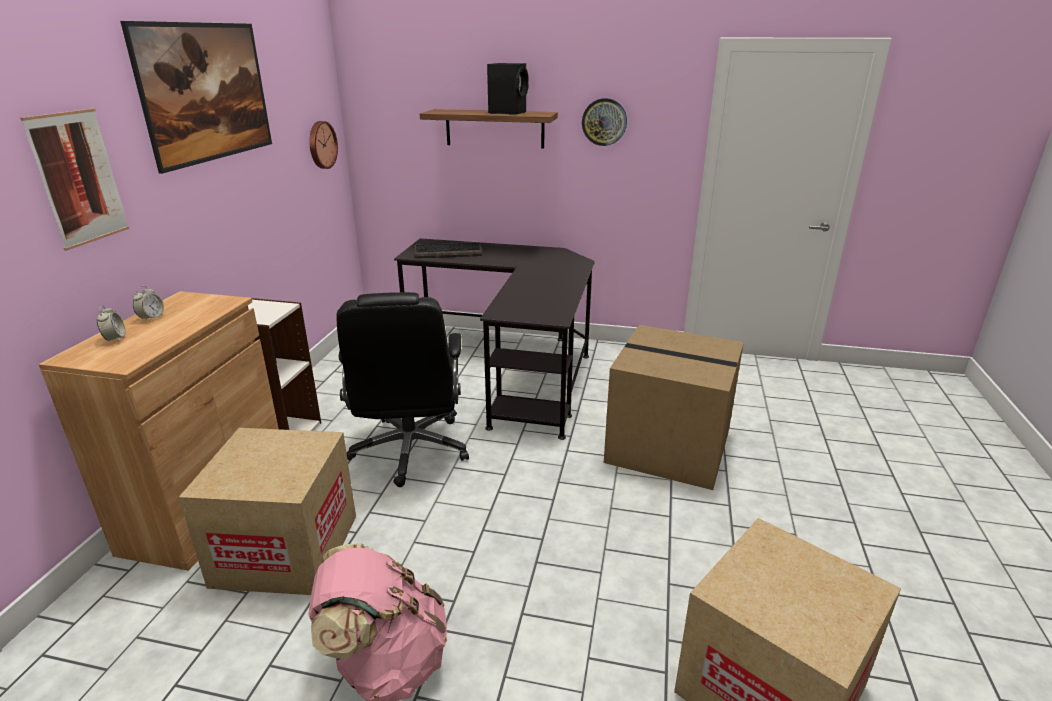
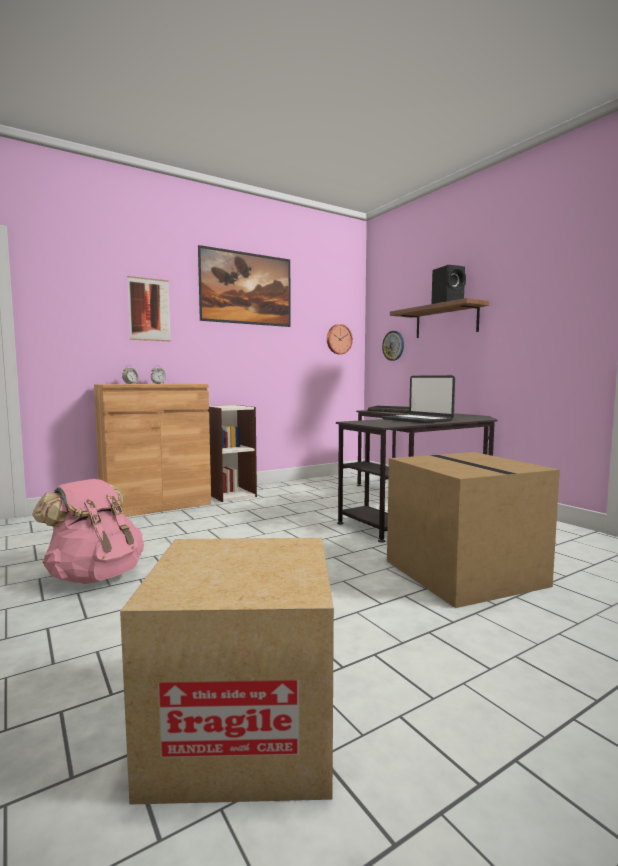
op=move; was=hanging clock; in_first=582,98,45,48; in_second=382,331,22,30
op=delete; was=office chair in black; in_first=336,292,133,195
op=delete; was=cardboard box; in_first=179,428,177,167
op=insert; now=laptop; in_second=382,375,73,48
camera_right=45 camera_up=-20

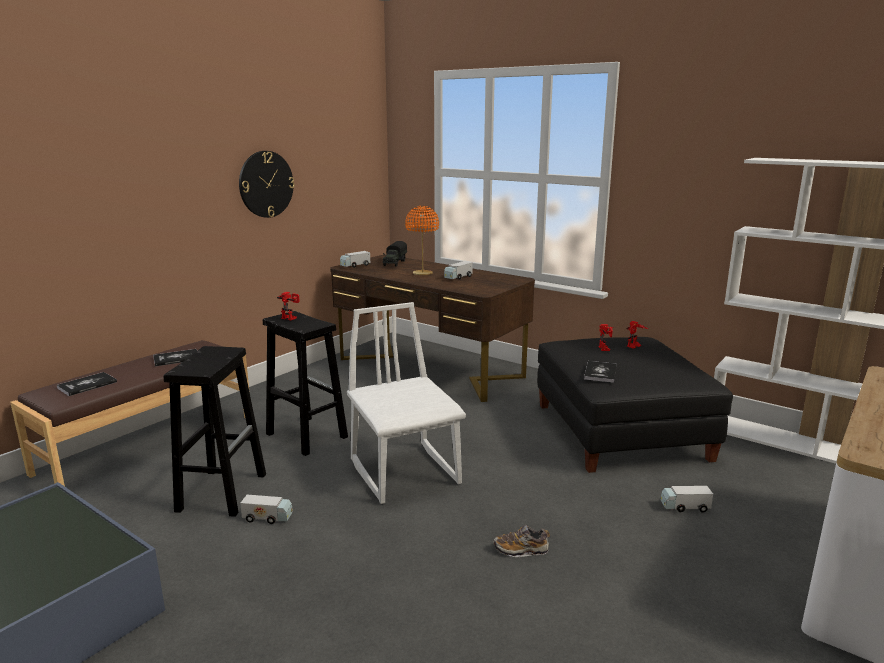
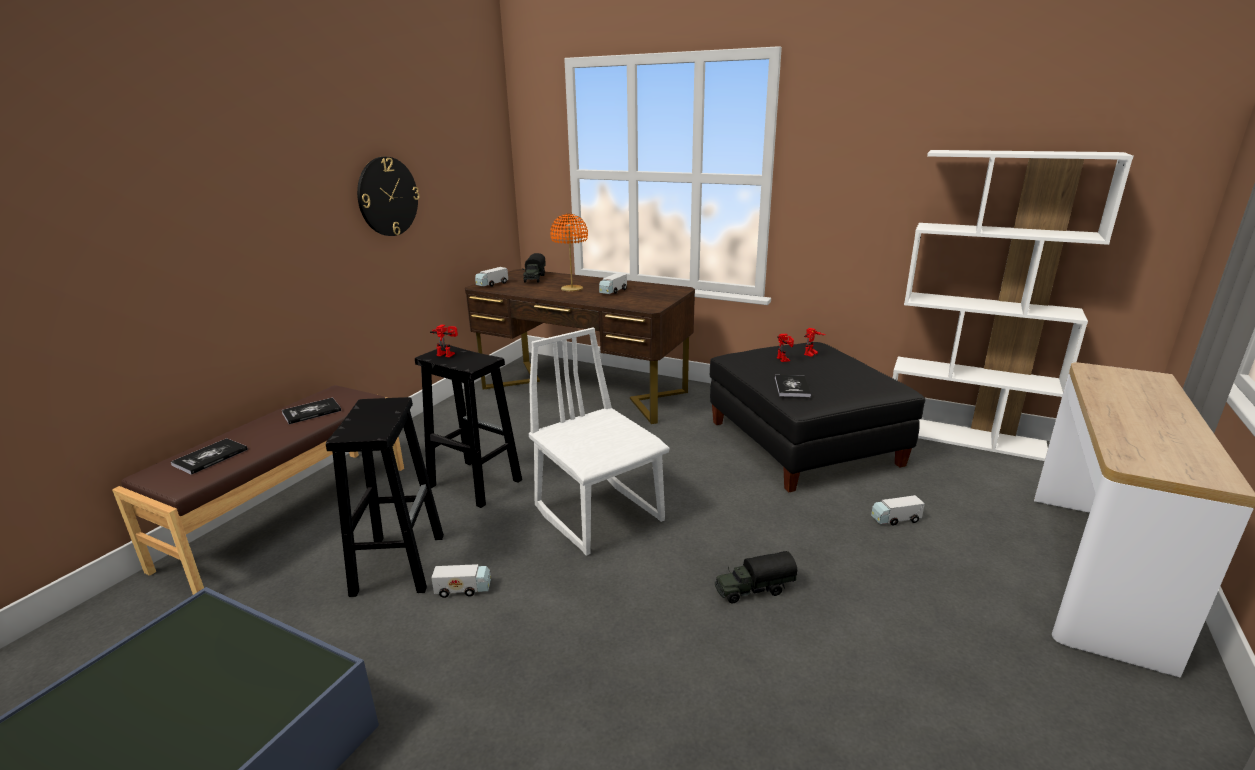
op=replace; was=low shoe; now=toy truck; in_first=493,525,57,32; in_second=715,551,82,52
camera_right=-10 camera_up=5

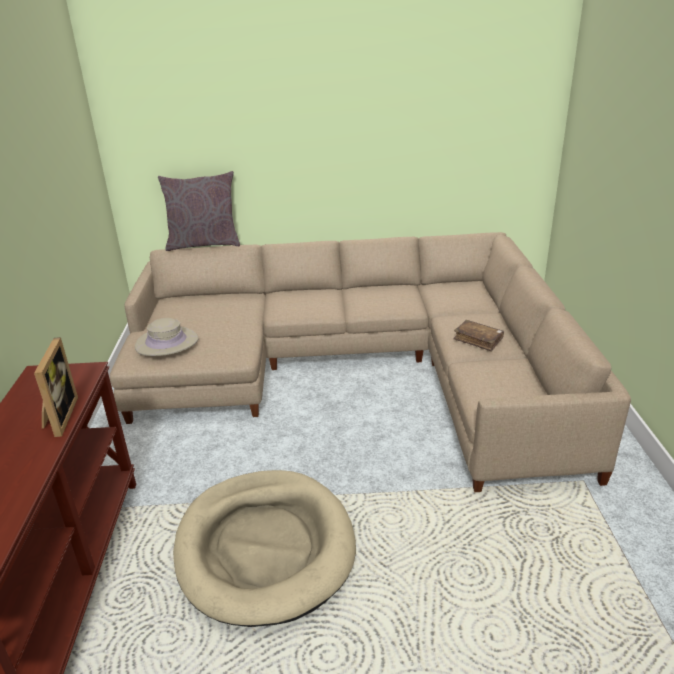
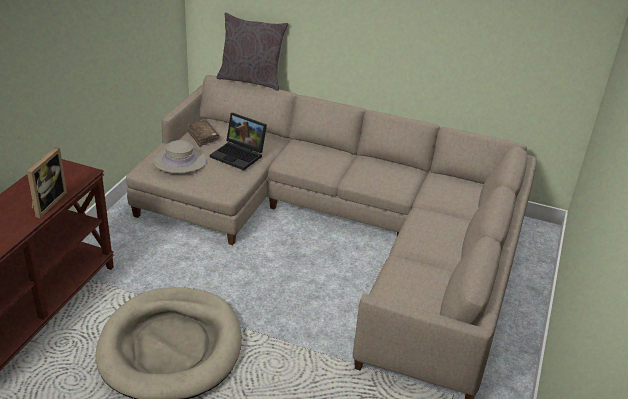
op=move; was=bound book in brown-coloured; in_first=453,320,51,32; in_second=187,120,33,27
op=insert; now=laptop; in_second=210,113,57,57
camera_right=20 camera_up=5

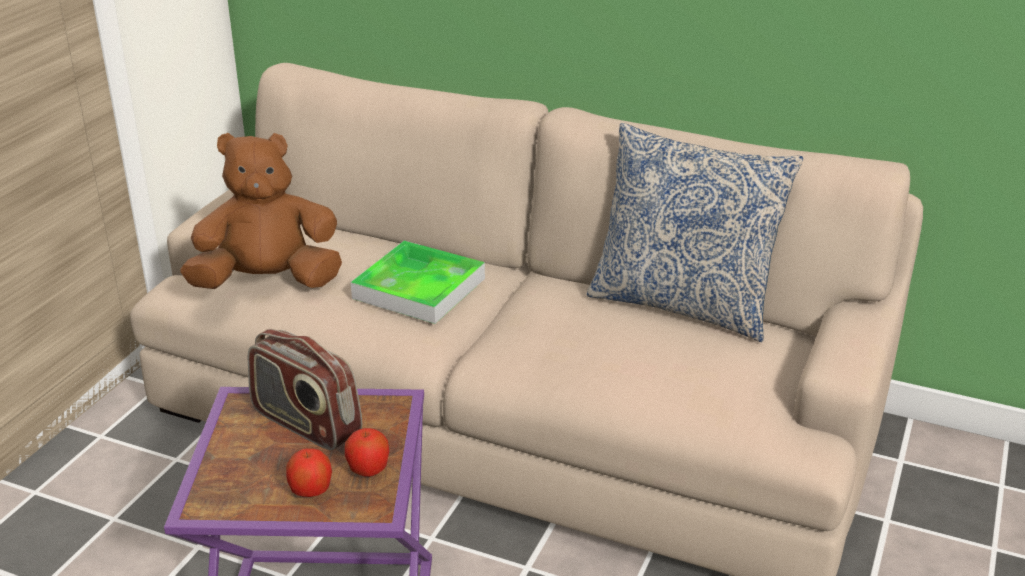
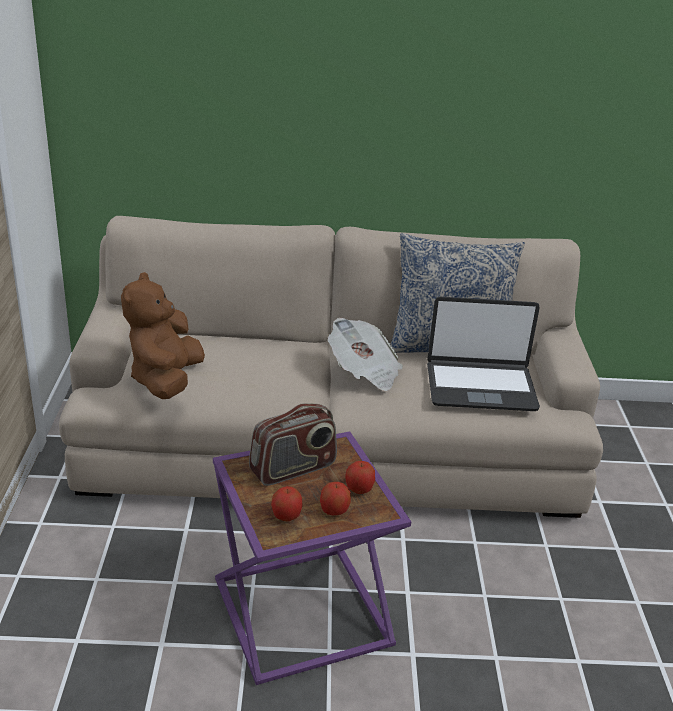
op=rotate; was=plush toy in brown-coloured; in_first=181,133,161,156; in_second=121,272,84,127; clockwise=-45
op=delete; was=tray; in_first=351,241,134,83
op=rotate; was=radio; in_first=248,329,114,122; in_second=249,403,88,83; clockwise=-45
op=insert; now=laptop; in_second=427,297,113,114
op=insert; now=daily paper; in_second=328,318,75,73
op=insert; now=apple; in_second=271,486,32,35
camera_right=-25 camera_up=0

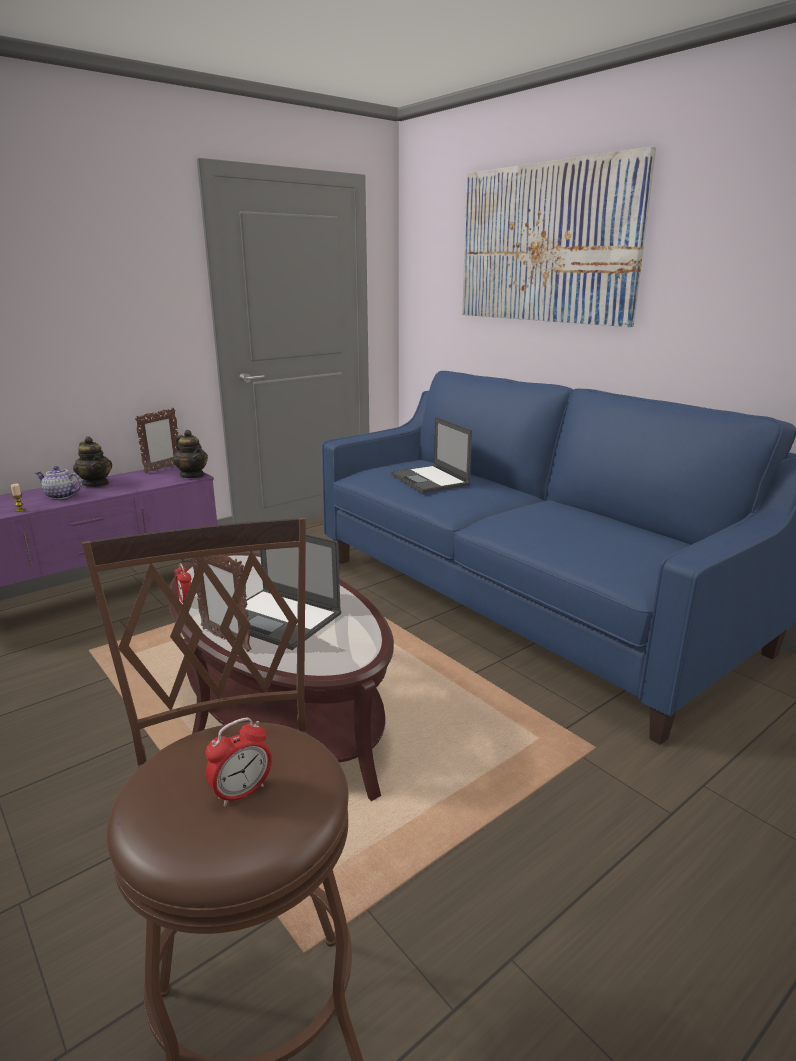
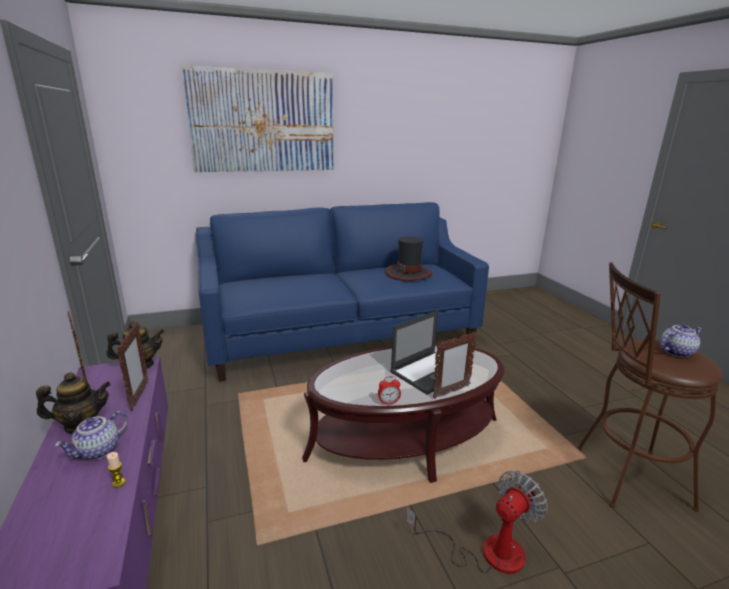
op=delete; was=laptop; in_first=390,417,82,76
op=replace; was=alarm clock; now=tea pot; in_first=205,718,67,88; in_second=661,324,41,34
op=insert; now=wearable hat; in_second=386,236,46,45
op=insert; now=standing frame; in_second=117,322,32,89
op=insert; now=cooling fan; in_second=406,471,142,103
camera_right=-70 camera_up=0

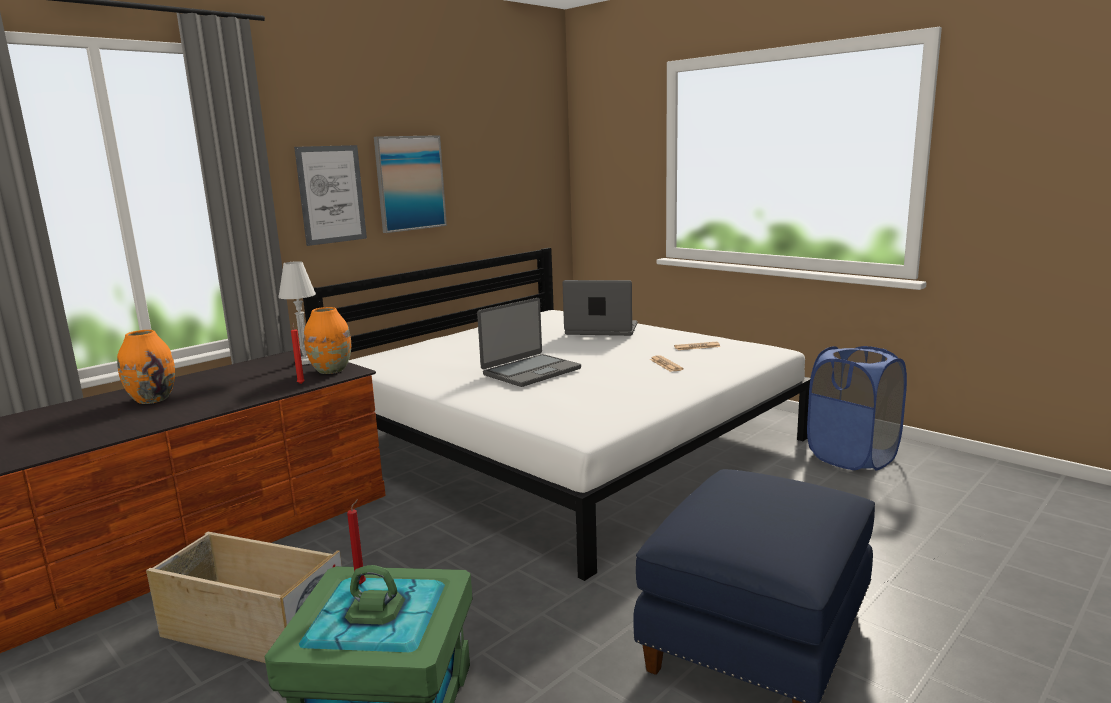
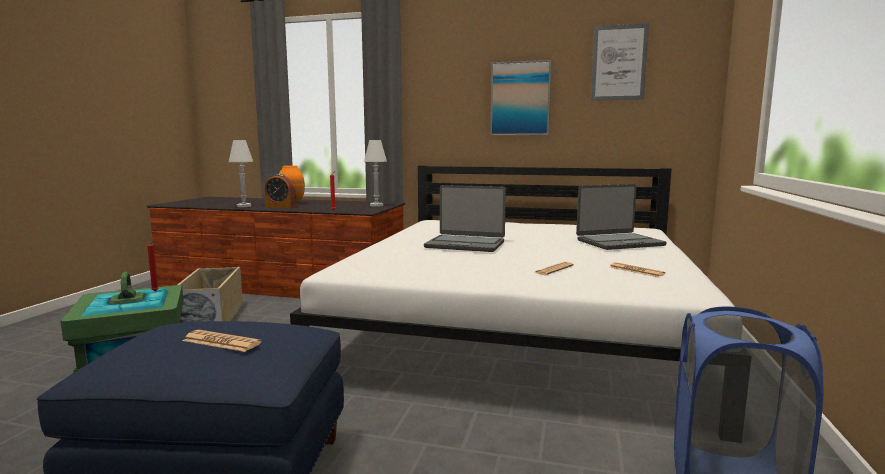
op=move; was=picture; in_first=294,145,73,101; in_second=591,23,58,78
op=rotate; was=laptop; in_first=563,280,74,56; in_second=576,184,91,66; clockwise=90
op=delete; was=flower vase in orange-coloured; in_first=304,307,47,67
op=insert; now=lamp for a table in whitish; in_second=229,140,24,67
op=insert; now=alarm clock; in_second=264,174,31,35
op=insert; now=daily paper; in_second=183,330,79,22
camera_right=60 camera_up=-5

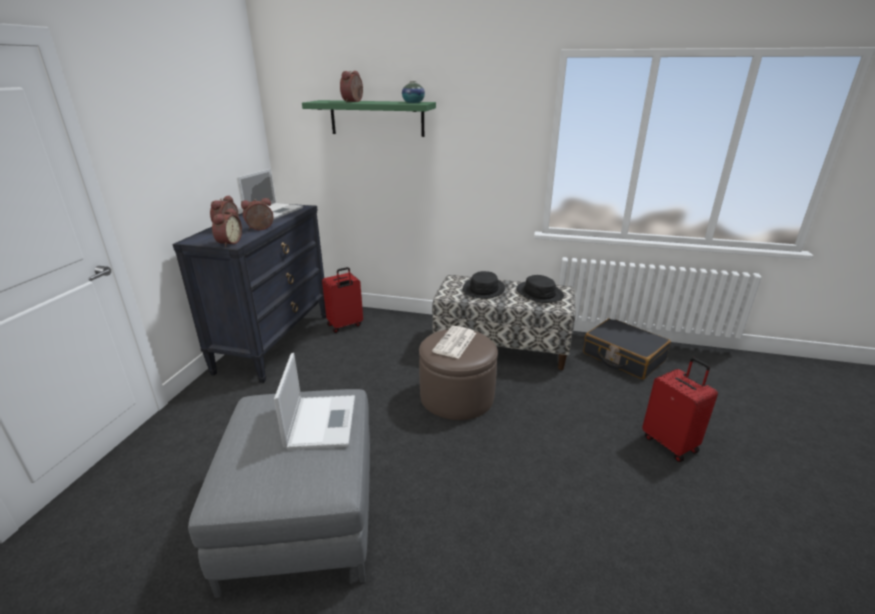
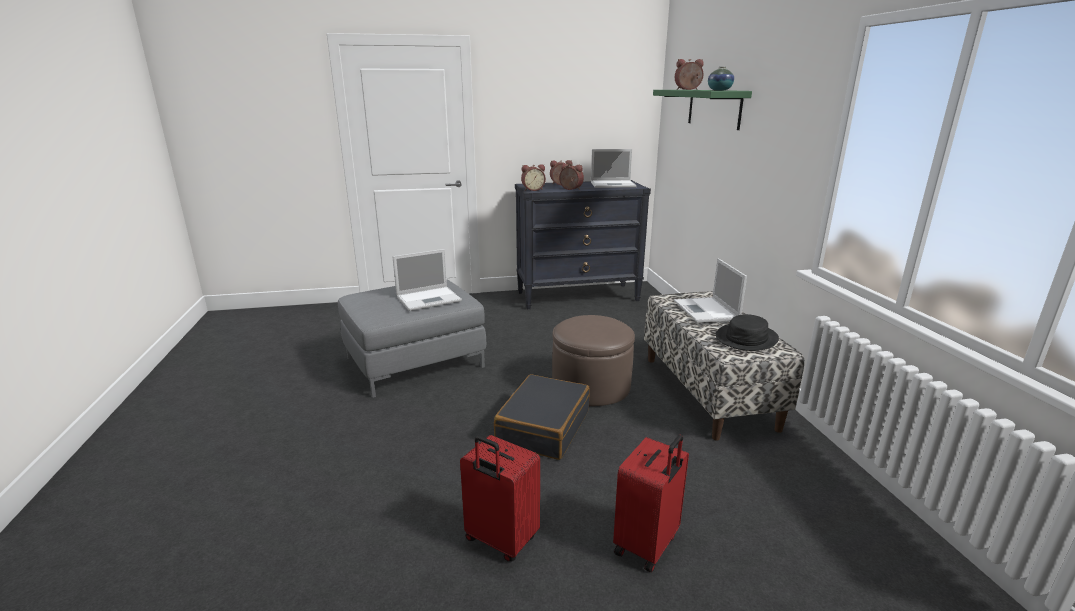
op=move; was=suitcase in red; in_first=322,267,41,66; in_second=460,435,80,127
op=replace; was=wearable hat in black; now=laptop; in_first=463,271,42,28; in_second=674,258,73,65
op=move; was=suitcase in black; in_first=583,318,88,62; in_second=494,374,96,86
op=delete; was=daily paper; in_first=432,326,44,33
camera_right=65 camera_up=-5

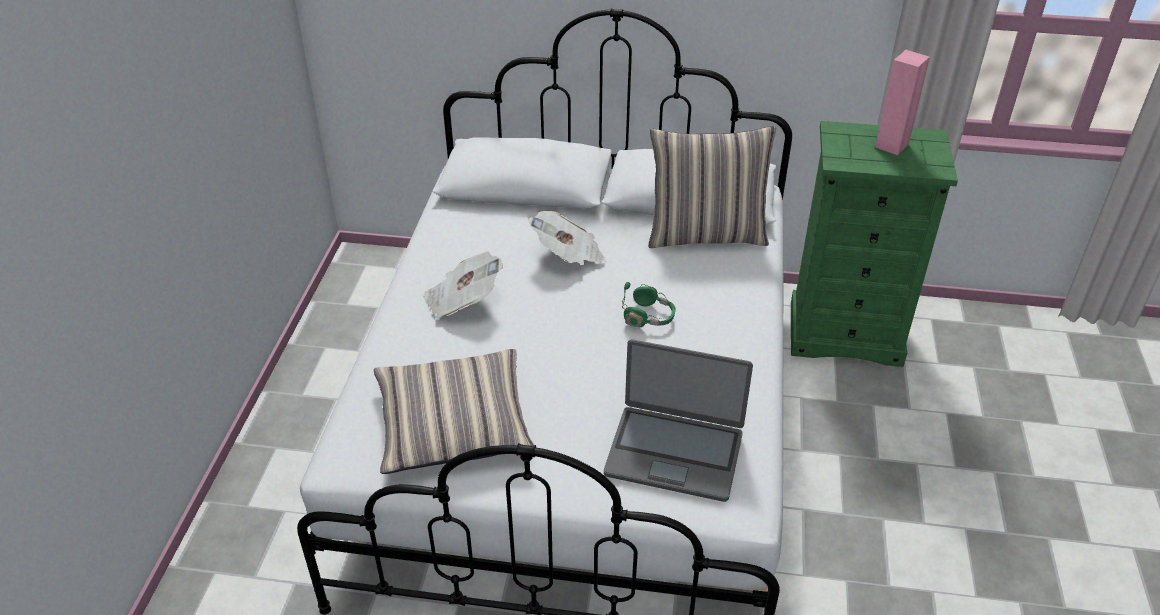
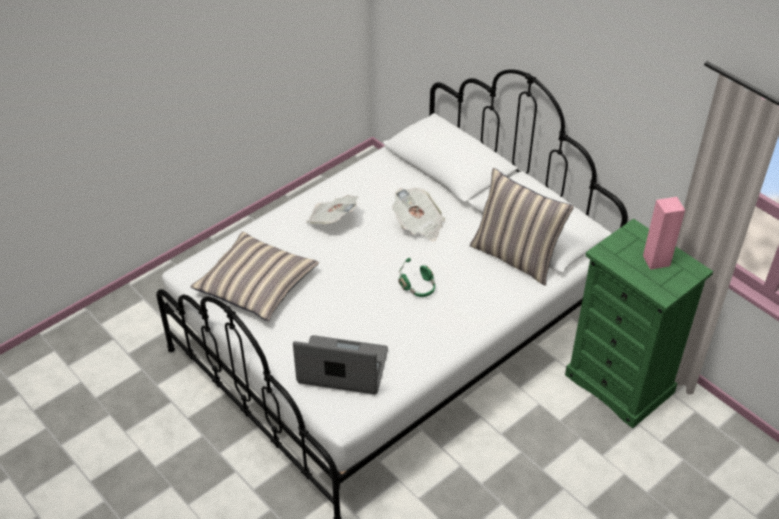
op=rotate; was=laptop; in_first=604,339,149,163; in_second=293,335,95,59; clockwise=135
camera_right=40 camera_up=5

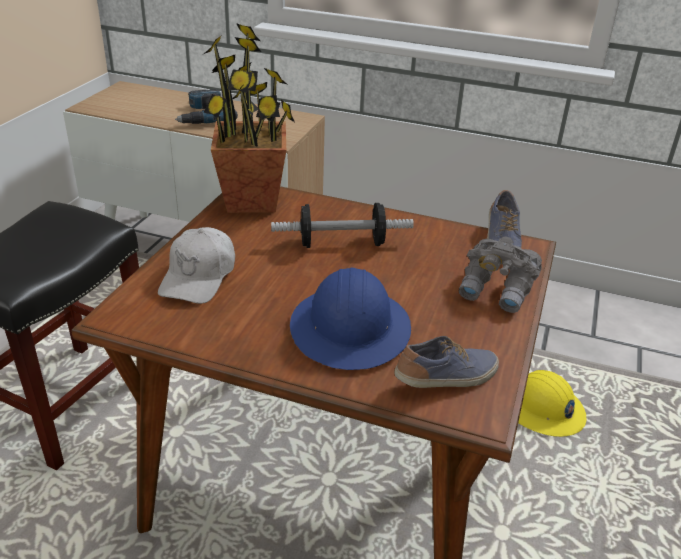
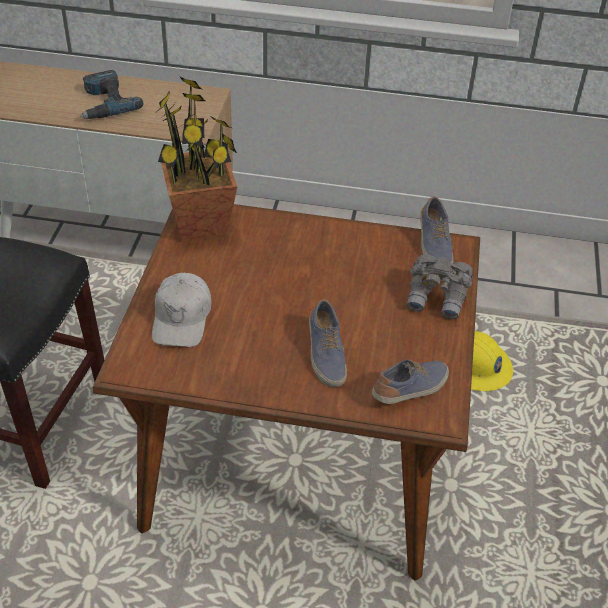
op=delete; was=free weight; in_first=271,203,143,45
op=replace; was=hard hat in blue; now=low shoe; in_first=290,268,121,102; in_second=309,299,38,88
camera_right=-10 camera_up=10

